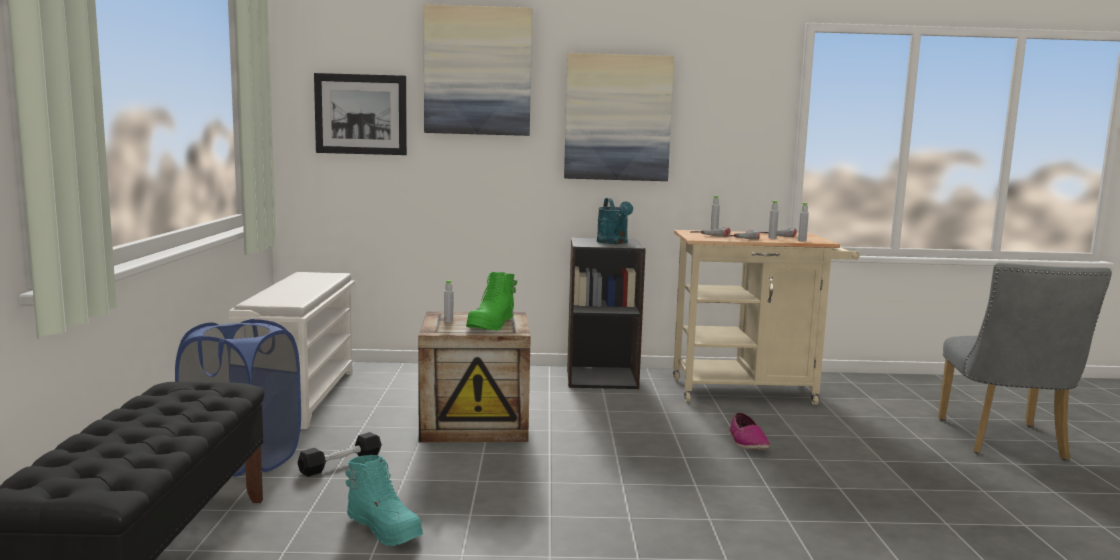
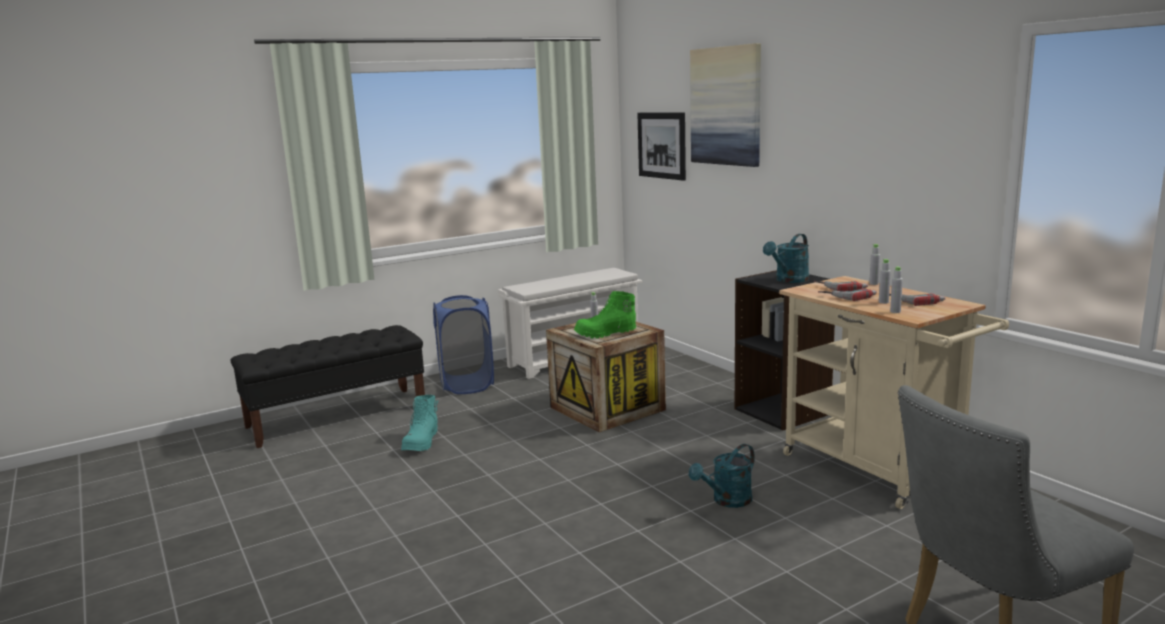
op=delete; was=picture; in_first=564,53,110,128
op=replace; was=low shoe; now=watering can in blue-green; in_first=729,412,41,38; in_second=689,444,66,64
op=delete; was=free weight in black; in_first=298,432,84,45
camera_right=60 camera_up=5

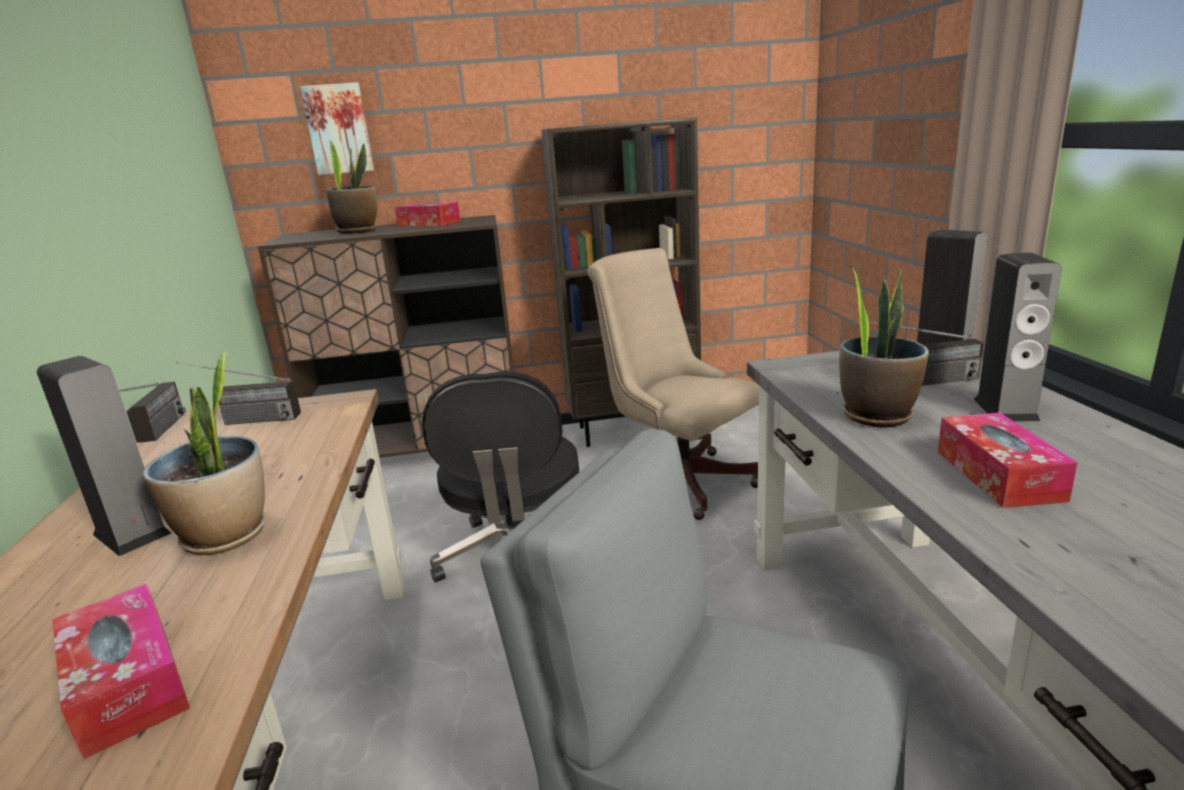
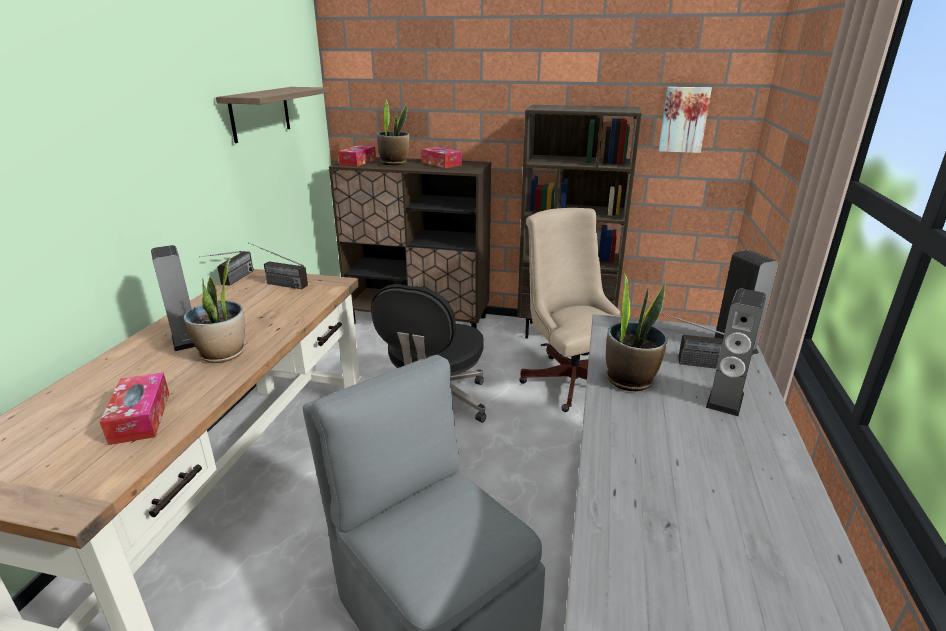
op=move; was=picture; in_first=300,82,74,93; in_second=659,87,53,66
op=move; was=box of tissues; in_first=938,413,140,95; in_second=338,145,38,22
op=insert; now=shelf; in_second=216,87,112,56
camera_right=20 camera_up=5

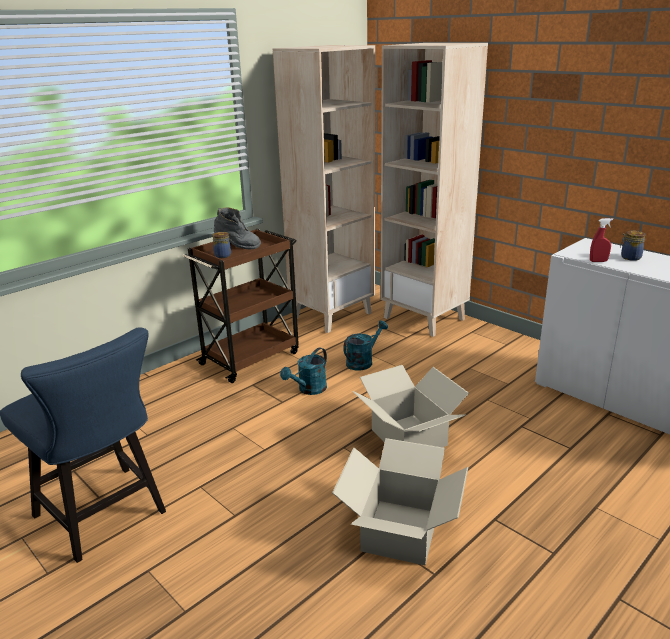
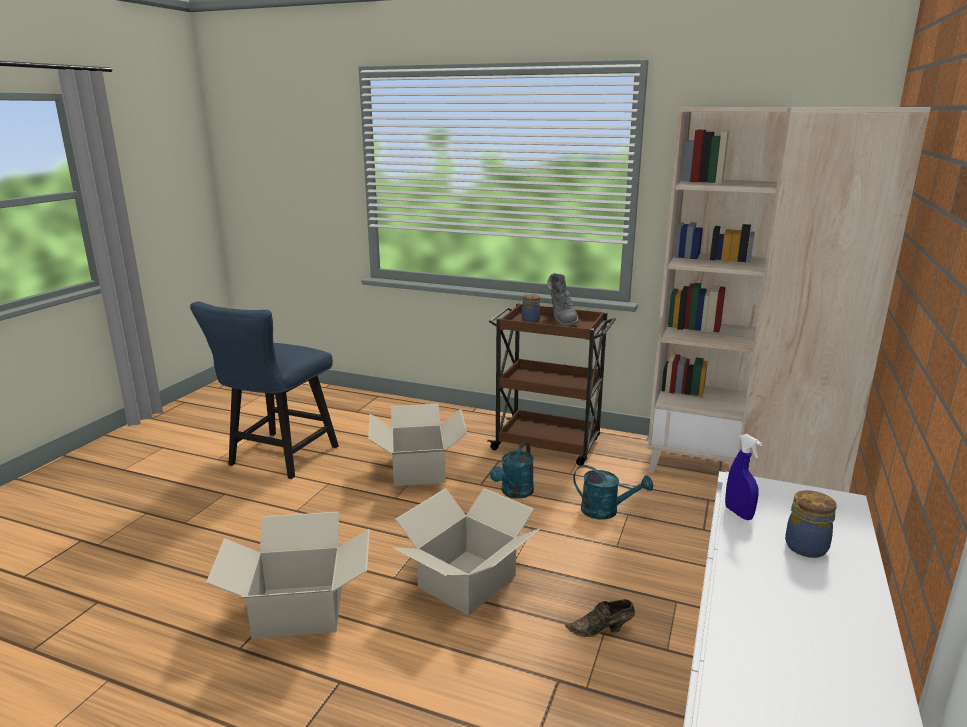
op=recolor; was=hand sprayer in red; now=hand sprayer in blue; in_first=590,218,23,44; in_second=725,434,37,86
op=rotate; was=watering can in blue-green; in_first=280,347,47,48; in_second=490,442,44,57; clockwise=-75
op=insert; now=cardboard box; in_second=368,404,99,82
op=insert; now=low shoe in brown-coloured; in_second=565,599,70,38
camera_right=65 camera_up=-5

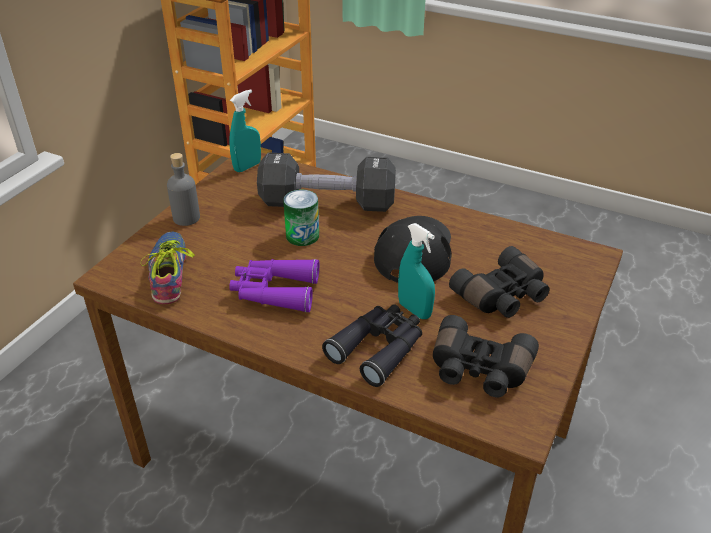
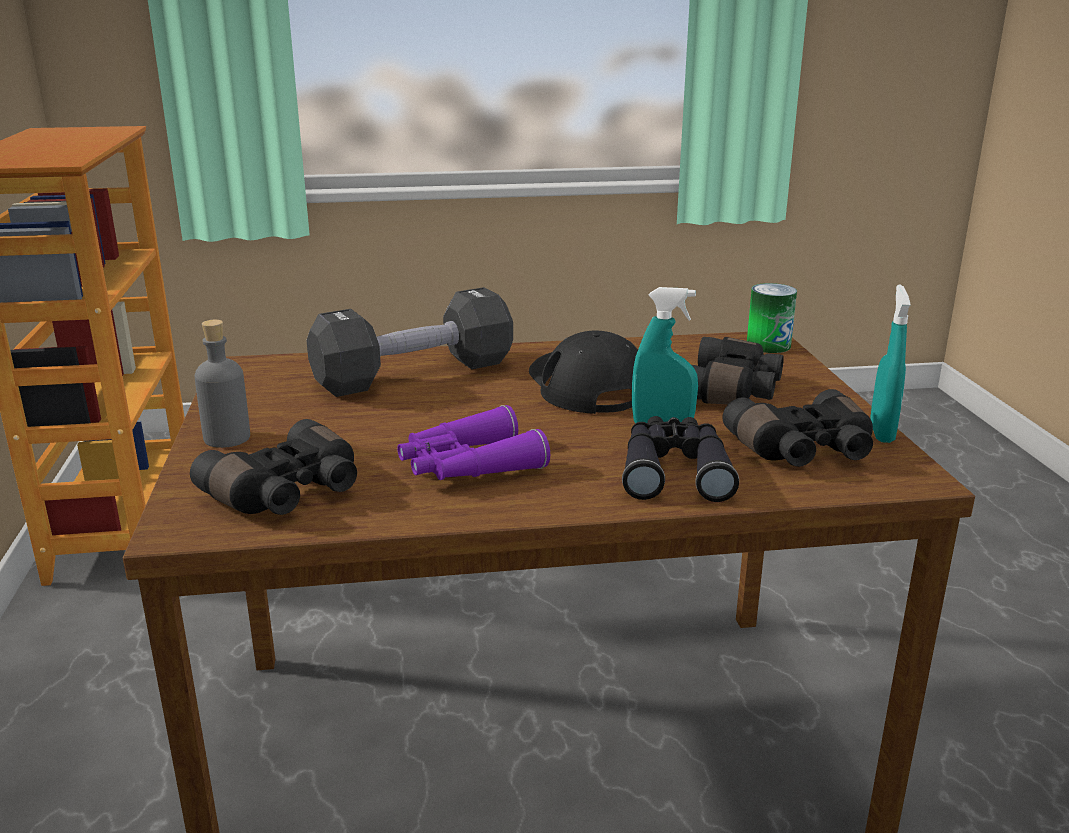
op=move; was=hand sprayer in blue-green; in_first=229,89,32,83; in_second=870,285,41,158
op=move; was=sealed can; in_first=283,190,36,56; in_second=747,283,50,70
op=replace; was=low shoe; now=field glasses in black; in_first=140,231,55,73; in_second=190,419,167,96
camera_right=-35 camera_up=-15

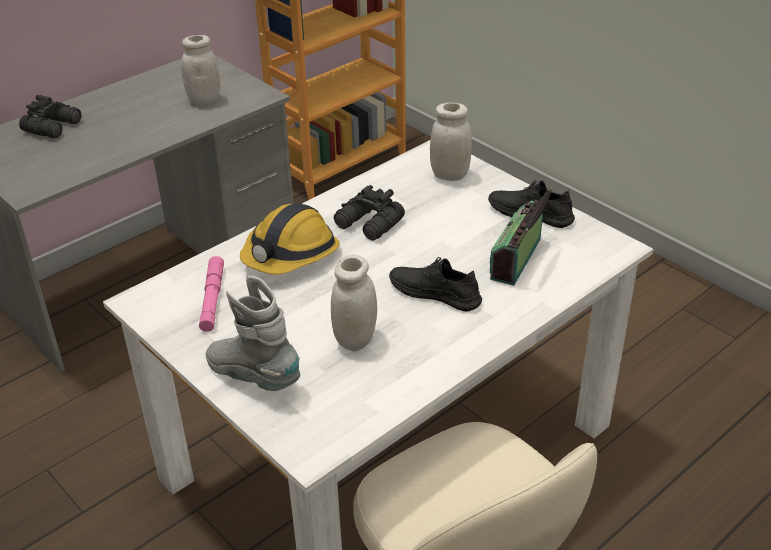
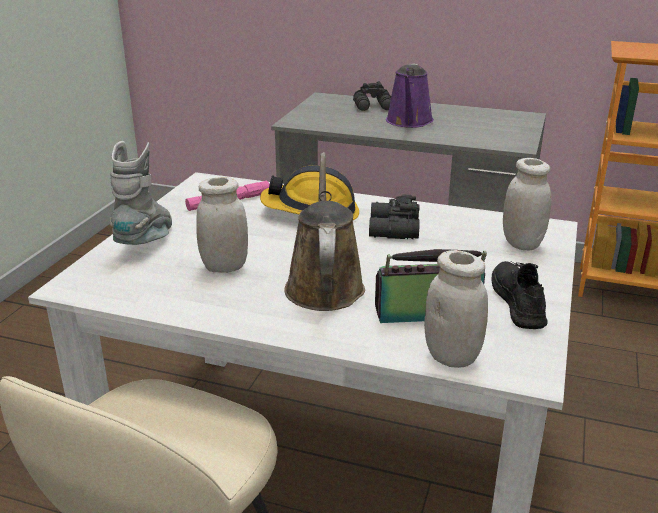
op=move; was=storage jar in whitish; in_first=181,35,39,70; in_second=424,250,64,118
op=replace; was=low shoe in black; now=watering can in brown-coloured; in_first=389,257,93,55; in_second=285,152,80,159
op=insert; now=watering can in purple; in_second=386,64,48,64
camera_right=60 camera_up=-10

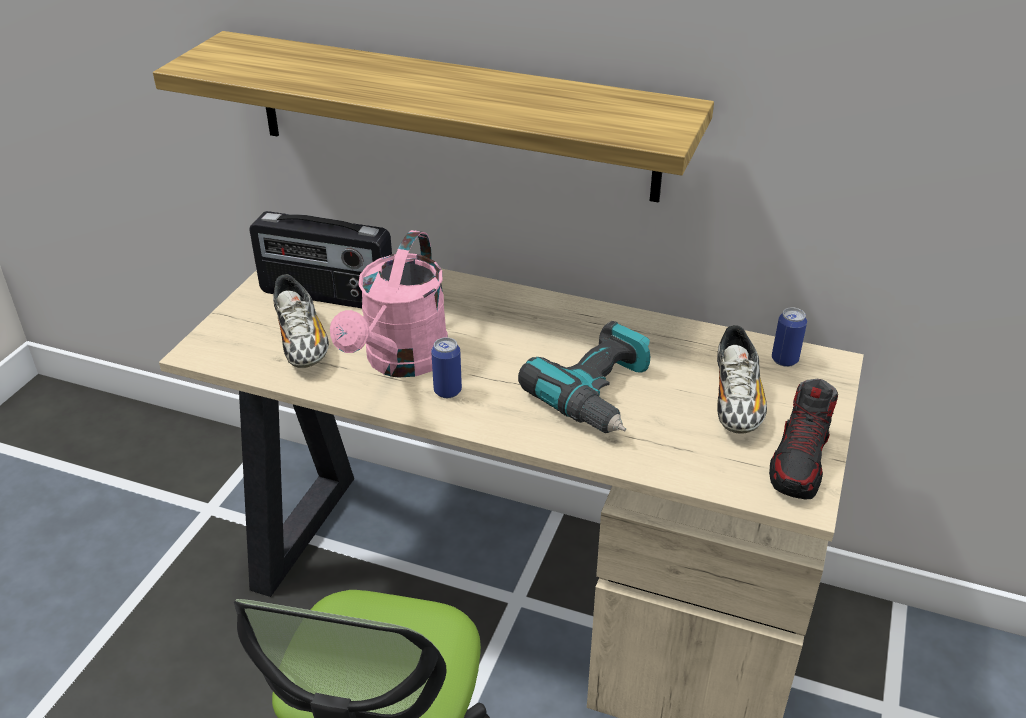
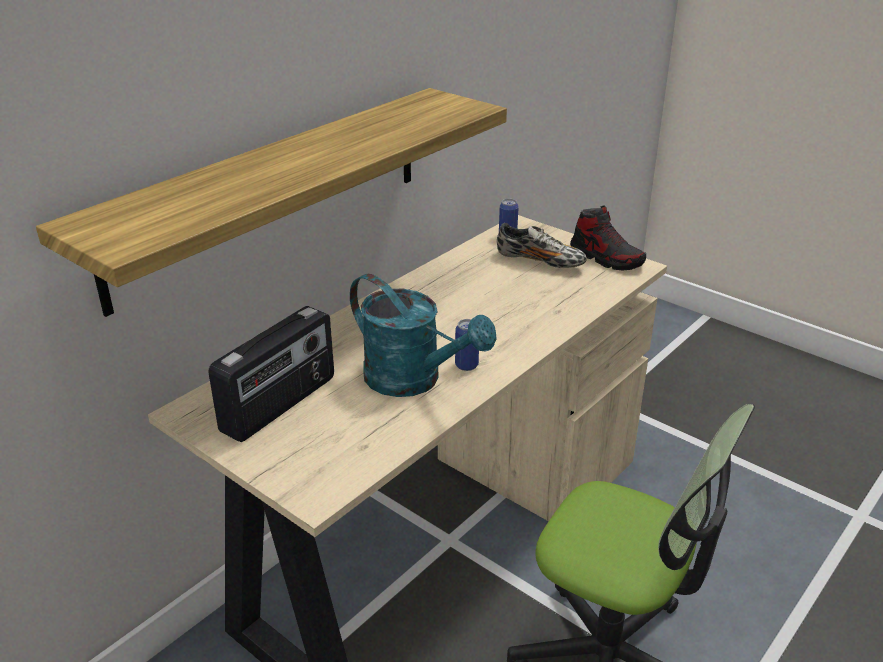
op=recolor; was=watering can in pink-coloured; now=watering can in blue-green; in_first=330,230,118,148; in_second=350,274,147,123
op=delete; was=low shoe; in_first=273,274,56,94
op=delete; was=power drill; in_first=518,321,132,112
camera_right=-70 camera_up=-5

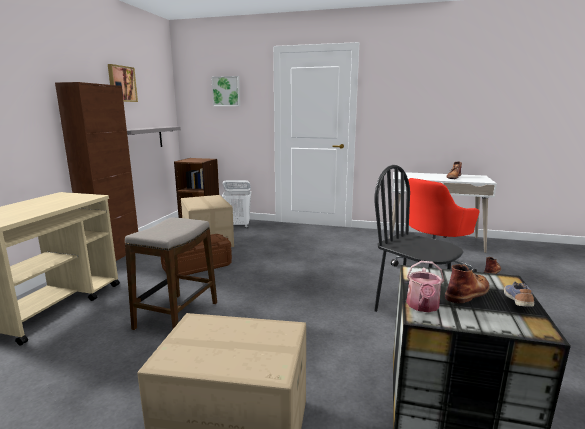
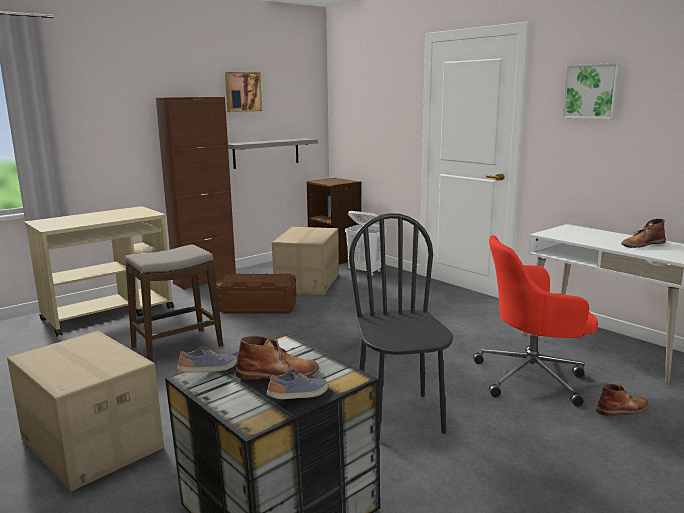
op=move; was=picture; in_first=211,76,29,30; in_second=563,63,58,56
op=replace; was=watering can; now=low shoe; in_first=406,261,38,51; in_second=177,346,60,27
camera_right=35 camera_up=0

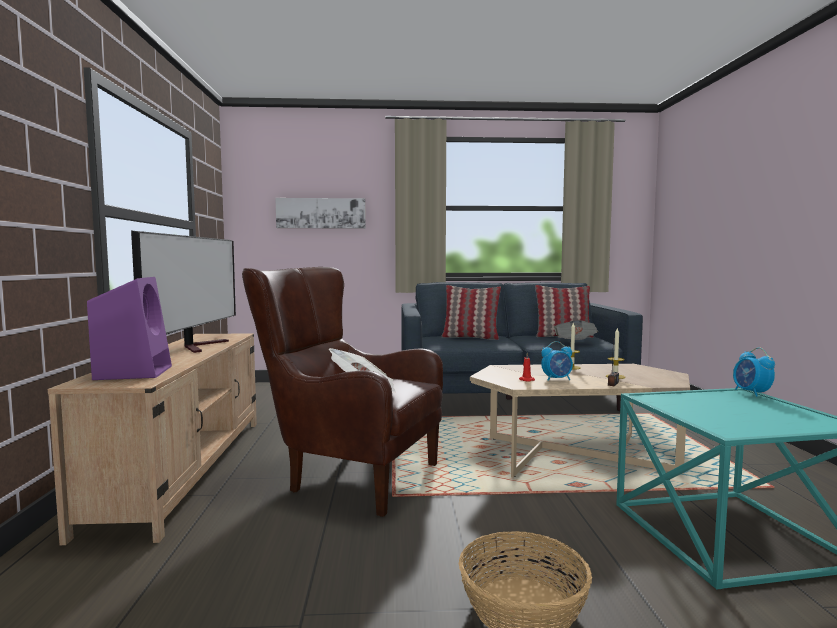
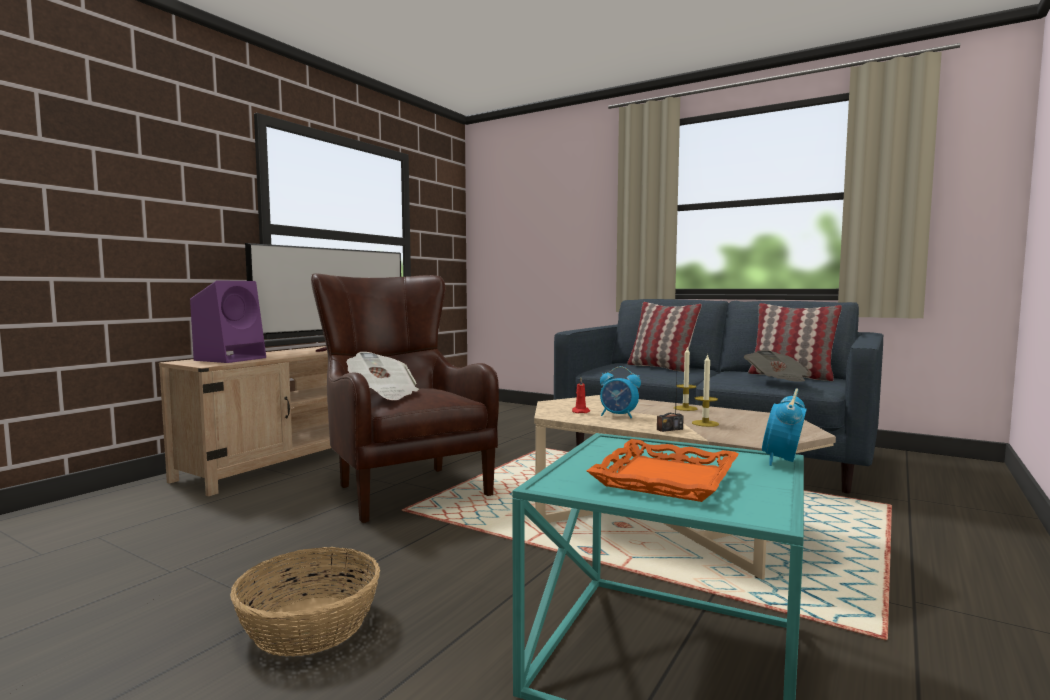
op=delete; was=picture; in_first=275,198,91,31
op=insert; now=tray in orange-coloured; in_second=587,439,152,63
camera_right=35 camera_up=0

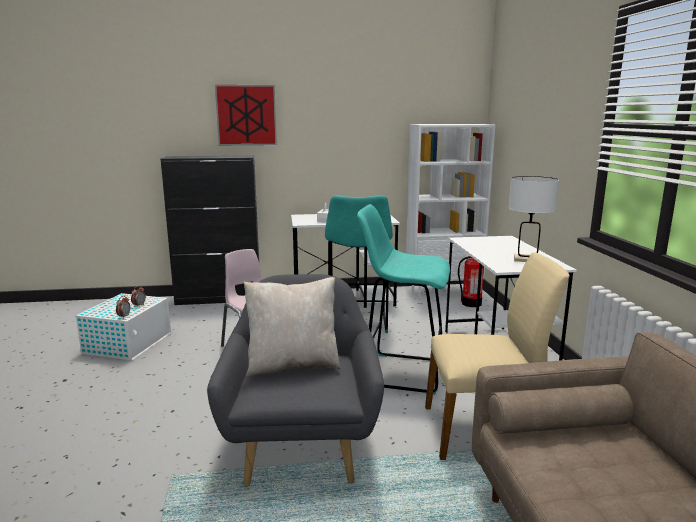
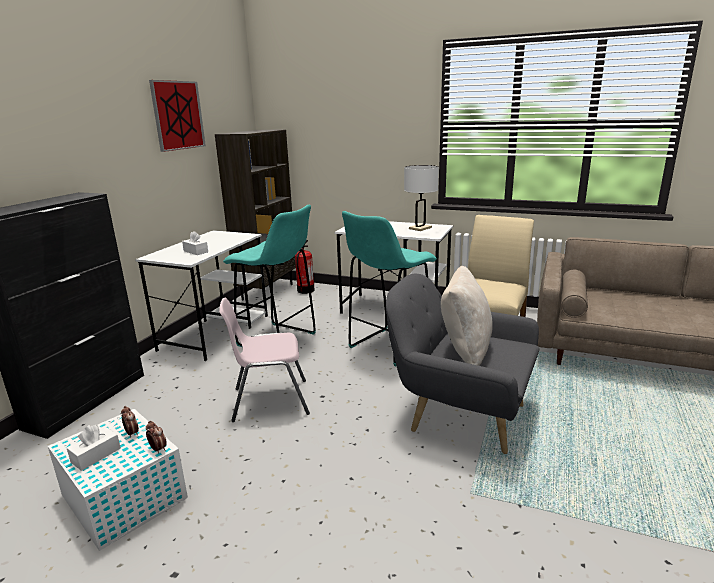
op=move; was=picture; in_first=215,85,62,60; in_second=149,80,57,72
op=recolor; was=bookshelf in whitish; now=bookshelf in brown-coloured; in_first=406,124,89,174; in_second=215,129,81,174
op=insert; now=box of tissues in whitish; in_second=67,425,54,46
camera_right=-60 camera_up=5

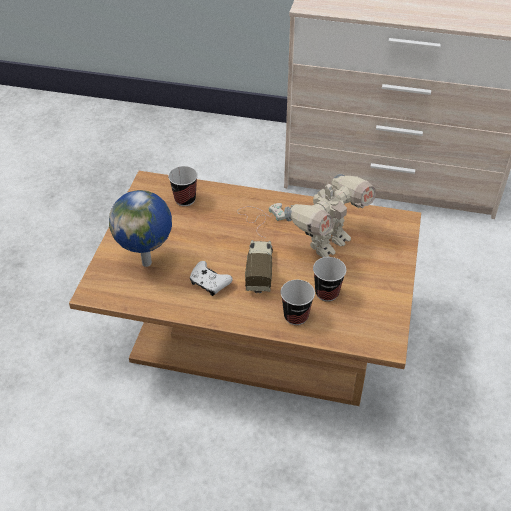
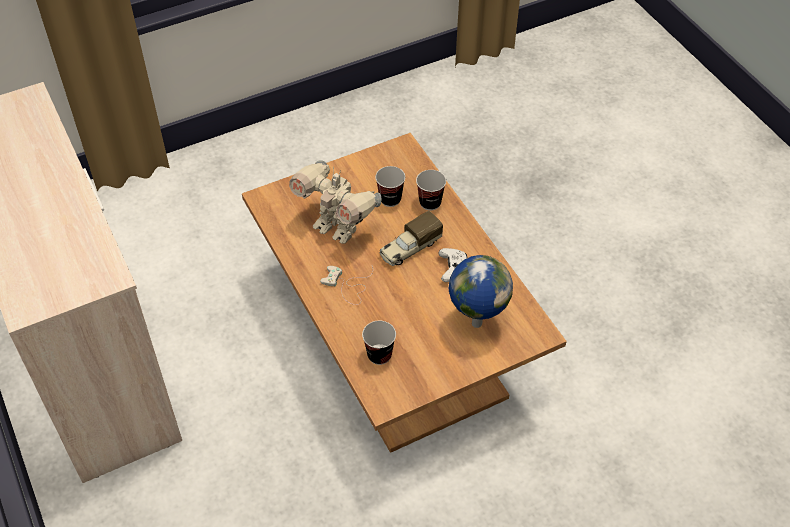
op=rotate; was=model robot; in_first=284,174,92,84; in_second=289,161,93,83; clockwise=-150
camera_right=-130 camera_up=5

